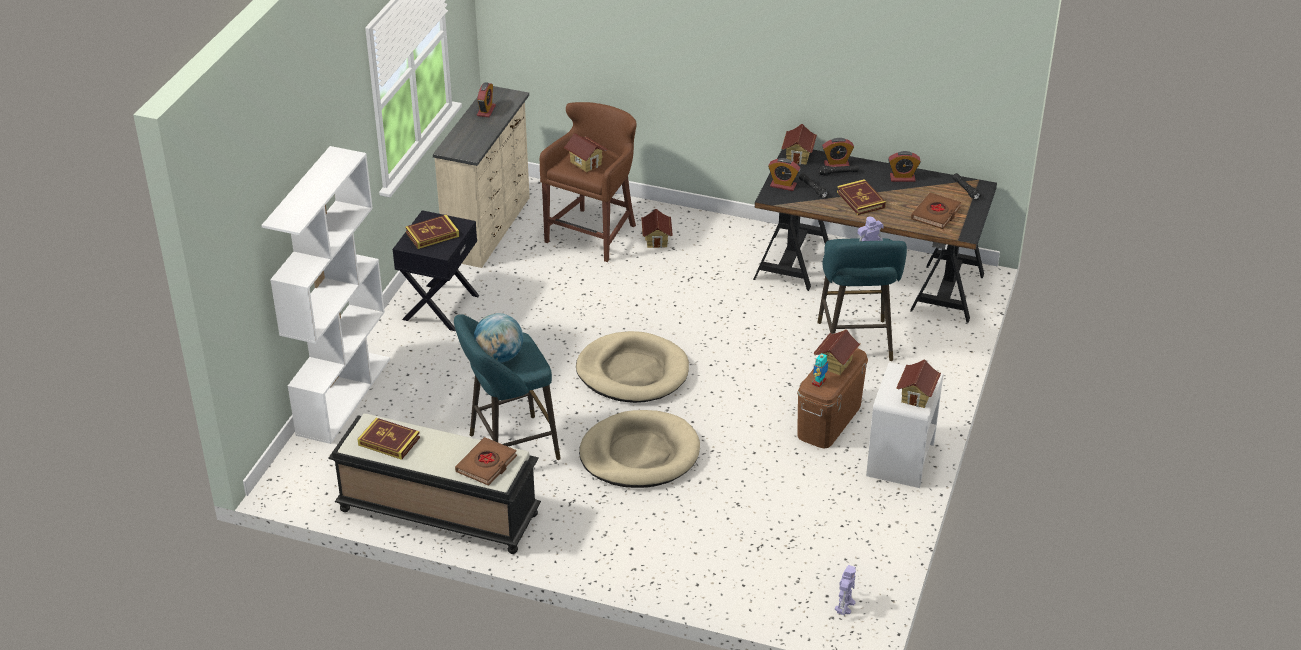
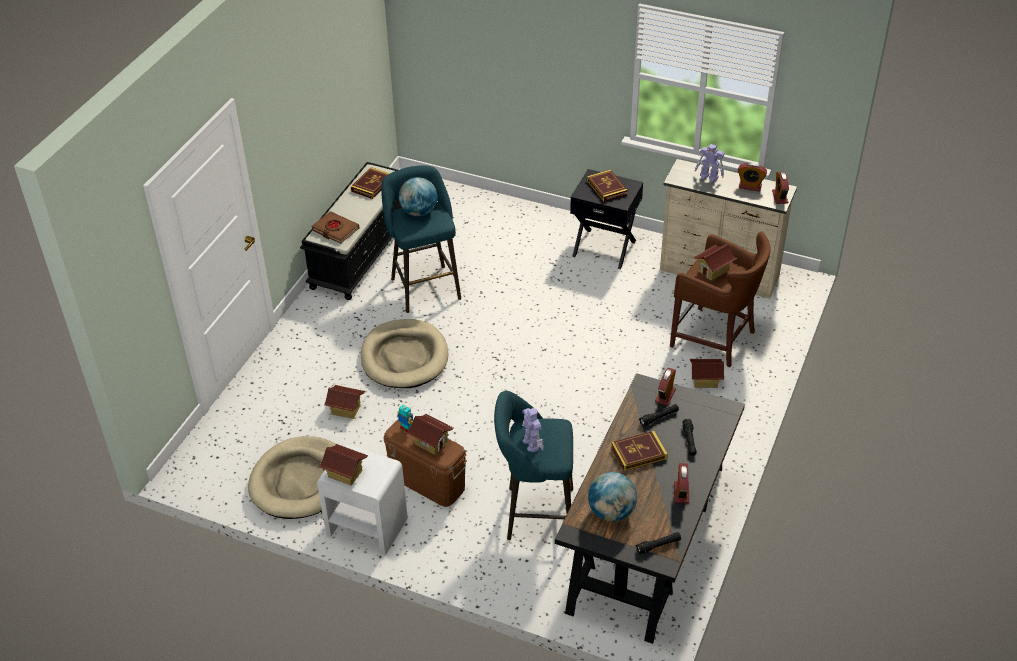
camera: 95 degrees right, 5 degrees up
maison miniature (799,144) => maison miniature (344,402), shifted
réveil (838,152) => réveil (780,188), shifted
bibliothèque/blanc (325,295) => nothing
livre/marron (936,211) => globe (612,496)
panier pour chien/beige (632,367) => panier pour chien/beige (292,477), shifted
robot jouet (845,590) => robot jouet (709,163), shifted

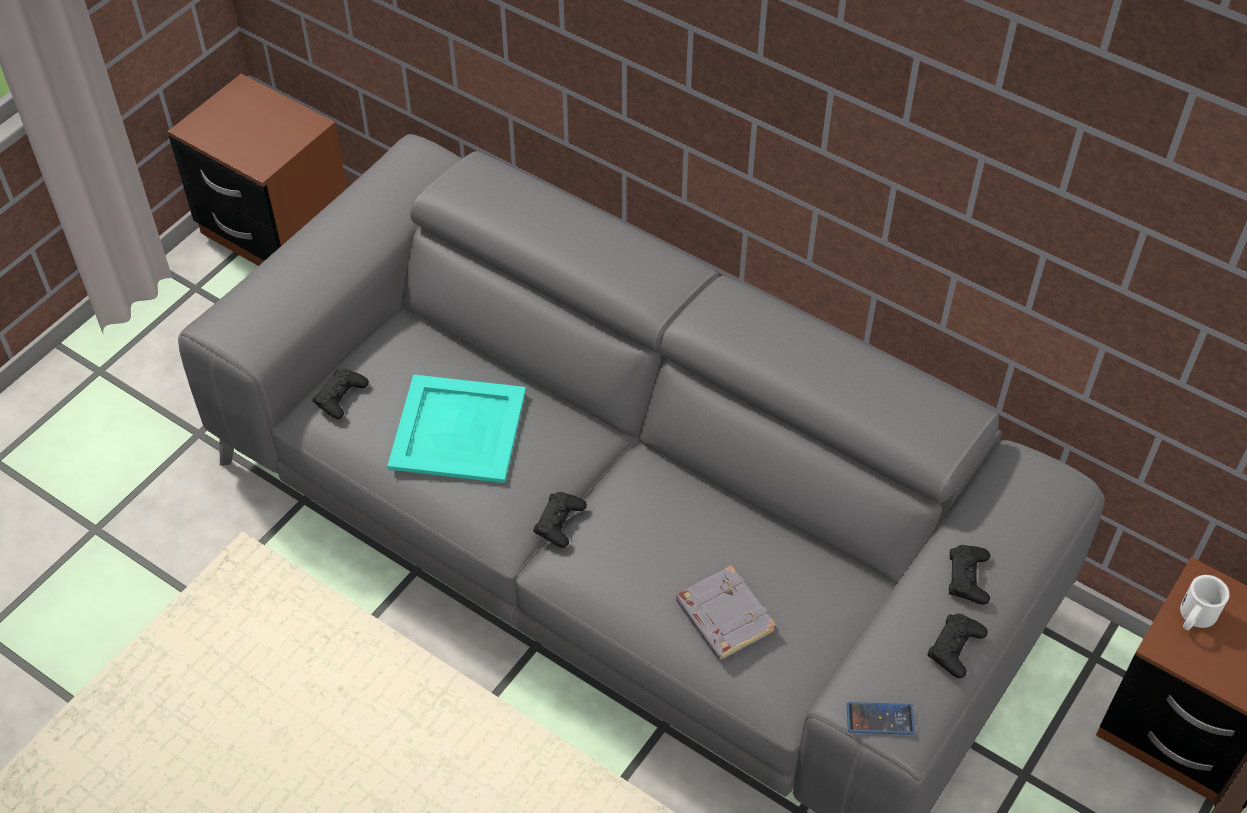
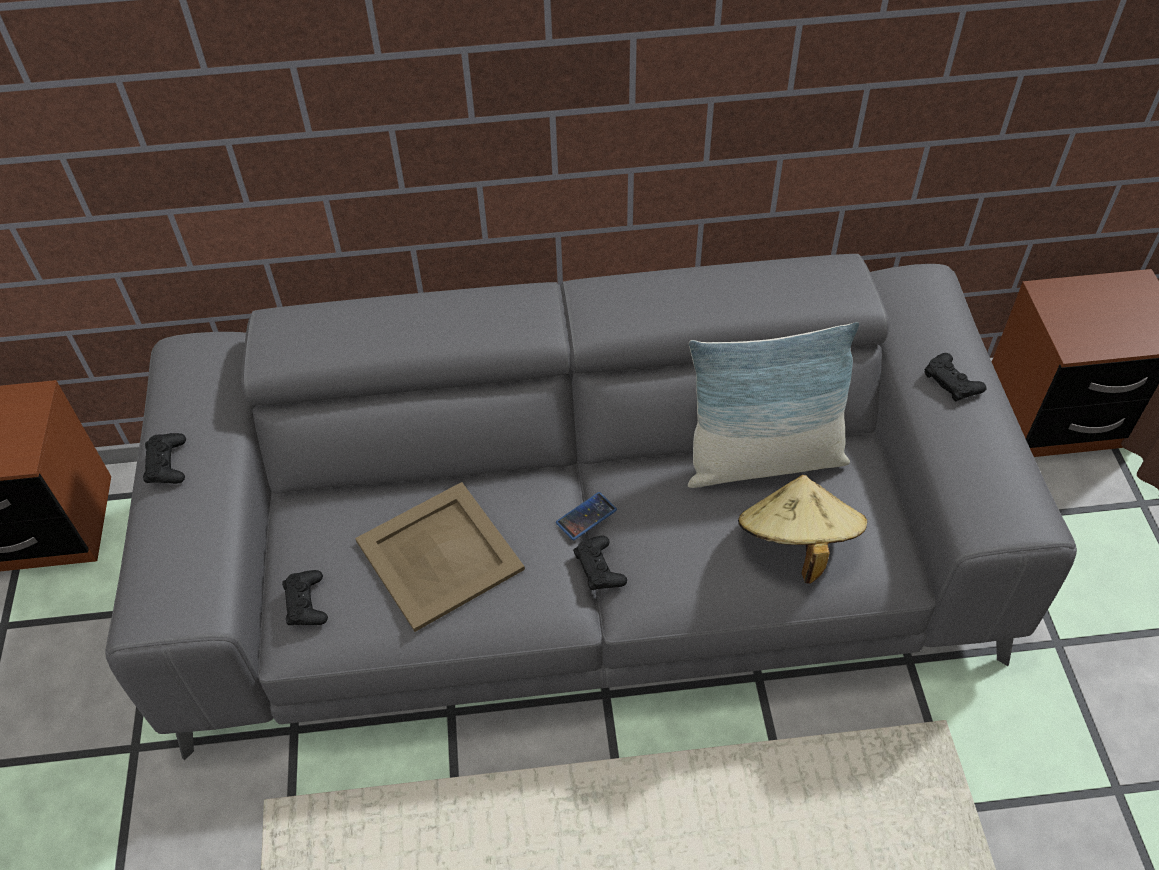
camera: 40 degrees left, 0 degrees up
plateau/turquoise (456,428) => plateau/beige (440,557)
livre/gris (726,612) => chapeau/beige (803,529)
mug/blanc (1205,603) => nothing
manette/noir (958,646) => manette/noir (164,458), shifted
téléphone (880,718) => téléphone (586,516), shifted
nothing => coussin (773,405)

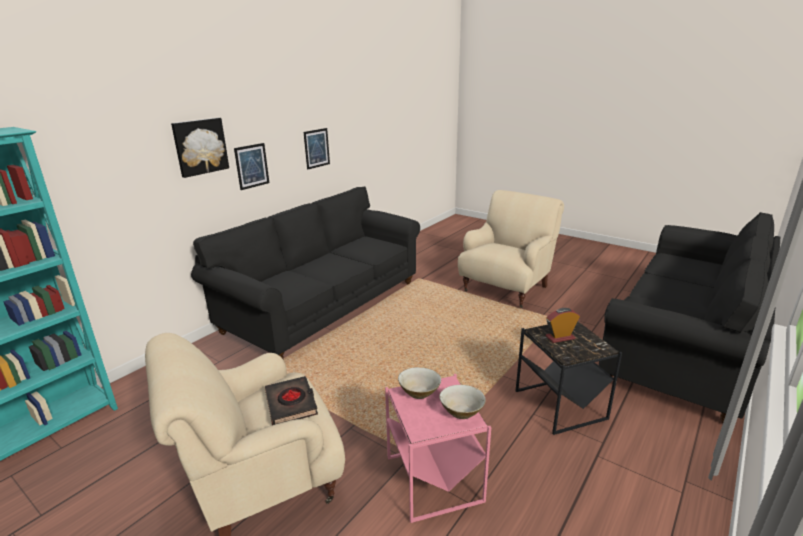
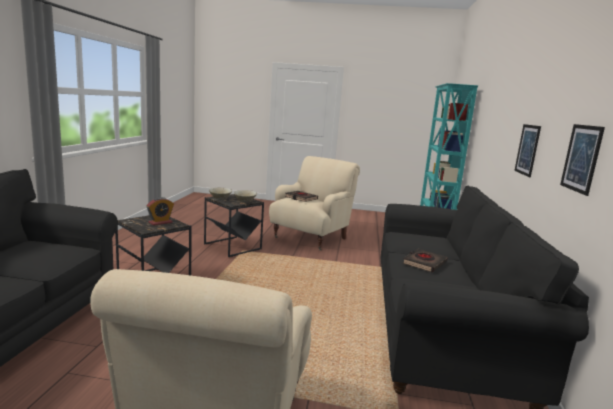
camera: 150 degrees right, 10 degrees down
tableau (200,148) => nothing
table d'appoint/rose (438,448) => table d'appoint/noir (234,225)
nothing => livre/noir (425,260)

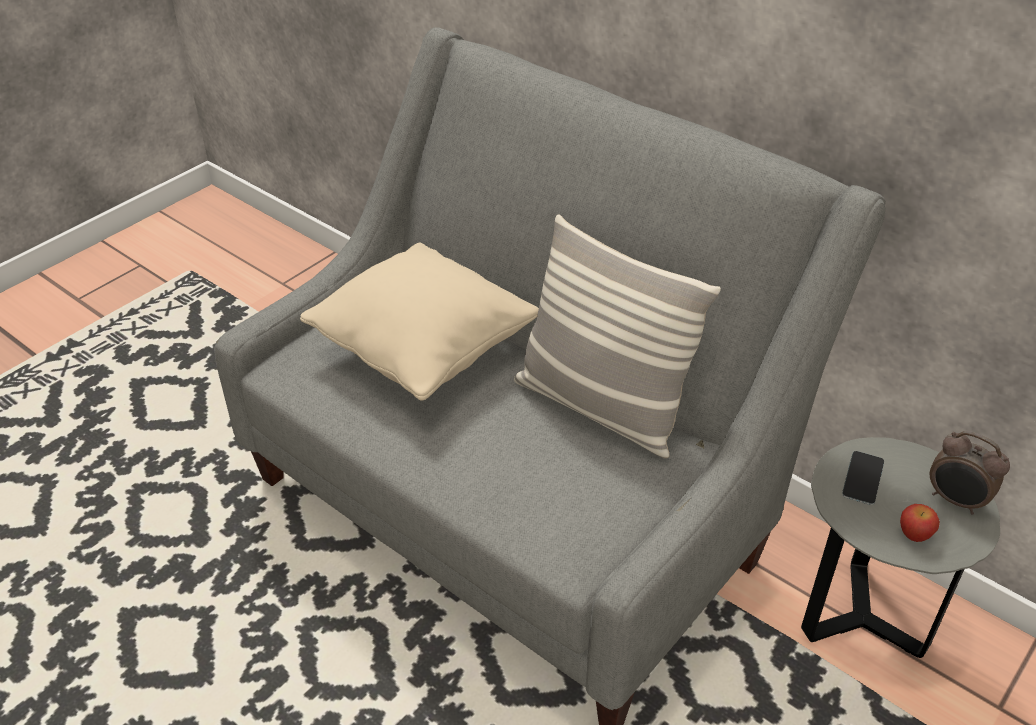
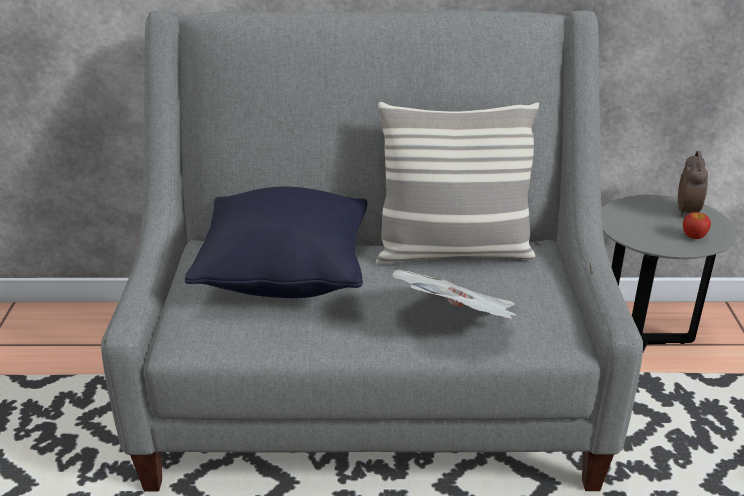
camera: 40 degrees left, 10 degrees down
coussin/beige (419,321) => coussin/noir (276,242)
réveil (970,472) => réveil (693,184), 75 degrees counterclockwise
téléphone (863,478) => nothing
nothing => journal (454,294)

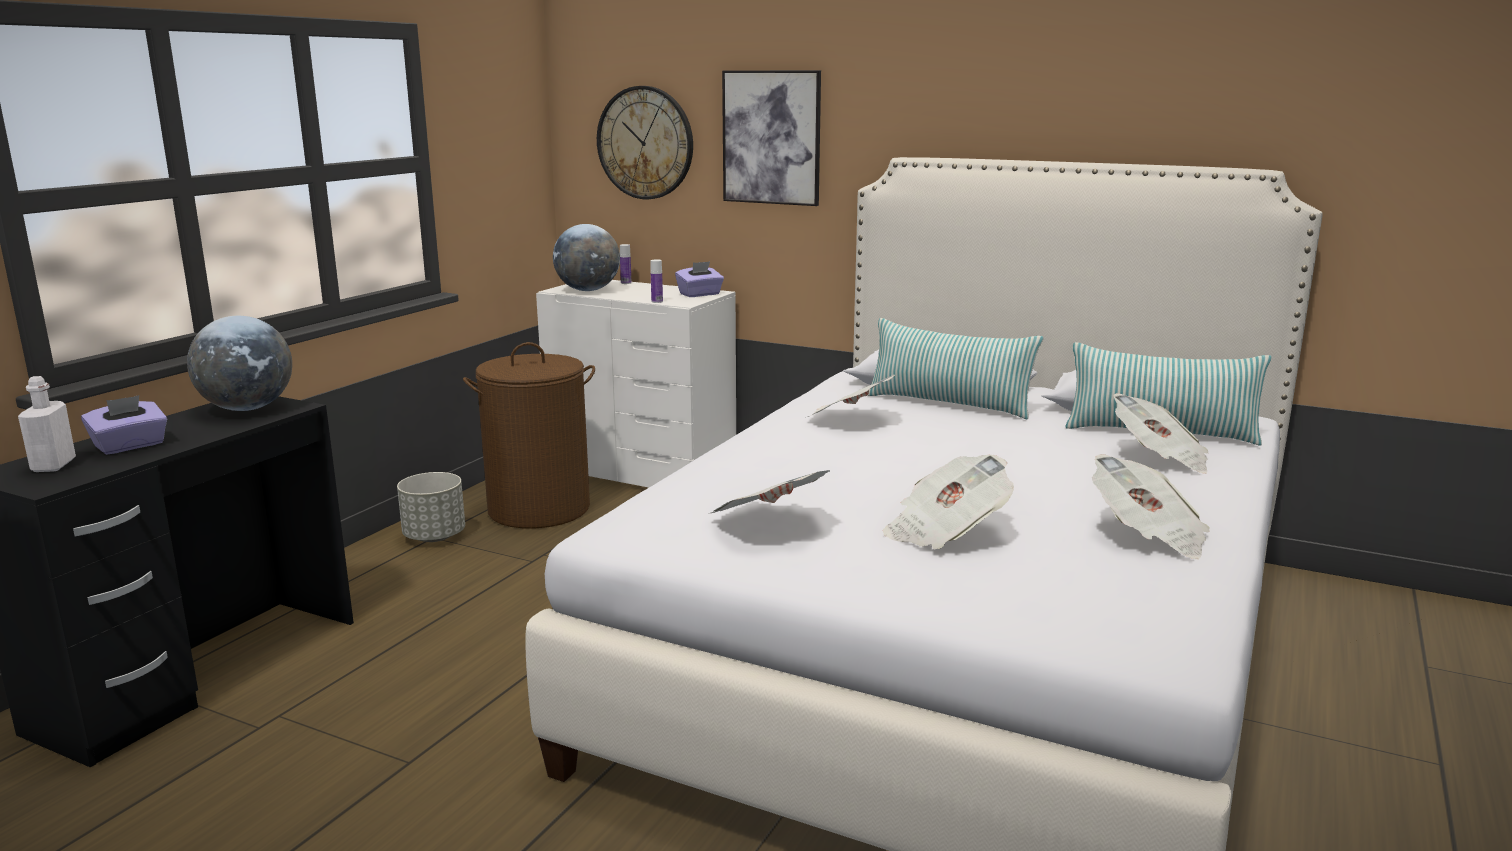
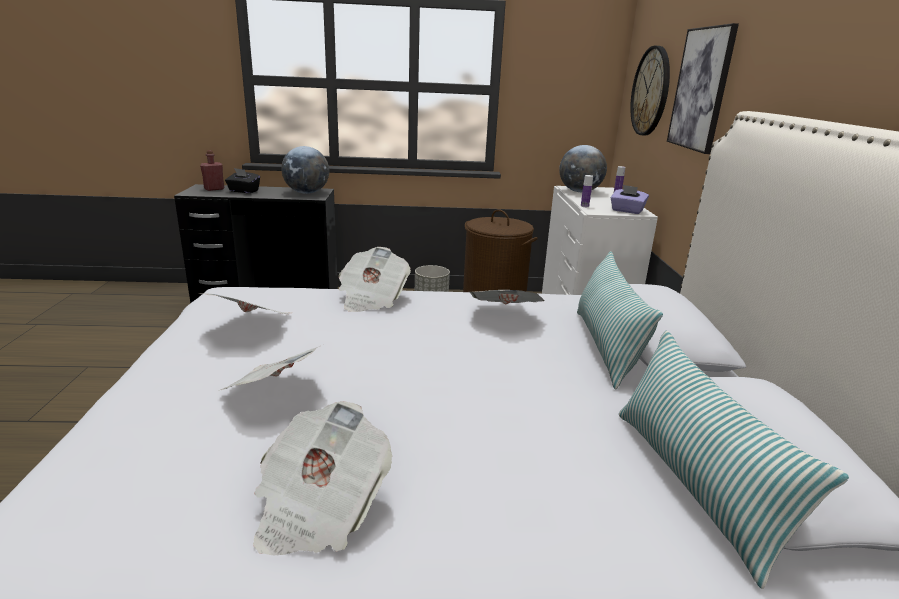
camera: 60 degrees right, 5 degrees up
bouteille/blanc (47,424) => bouteille/rouge (212,170)
journal (1160,433) => journal (375,279), shifted
boîte à mouchoirs/violet (124,425) => boîte à mouchoirs/noir (242,180)

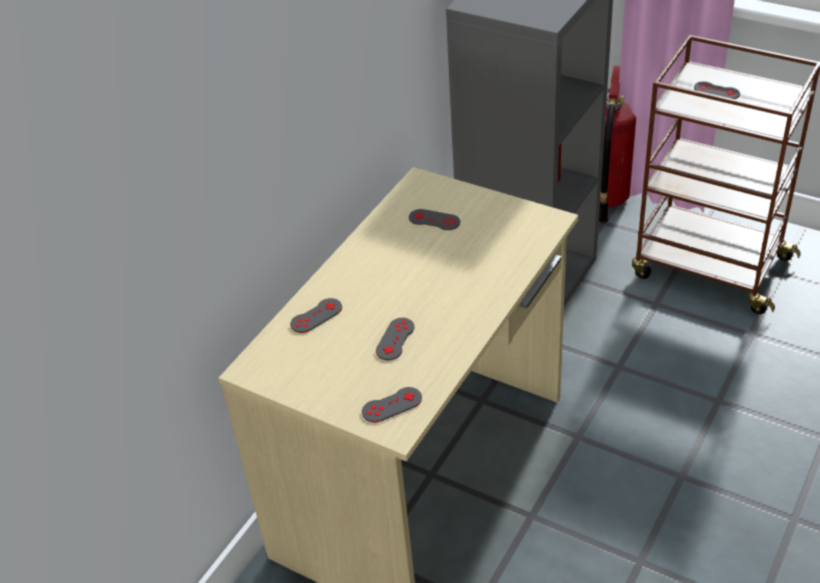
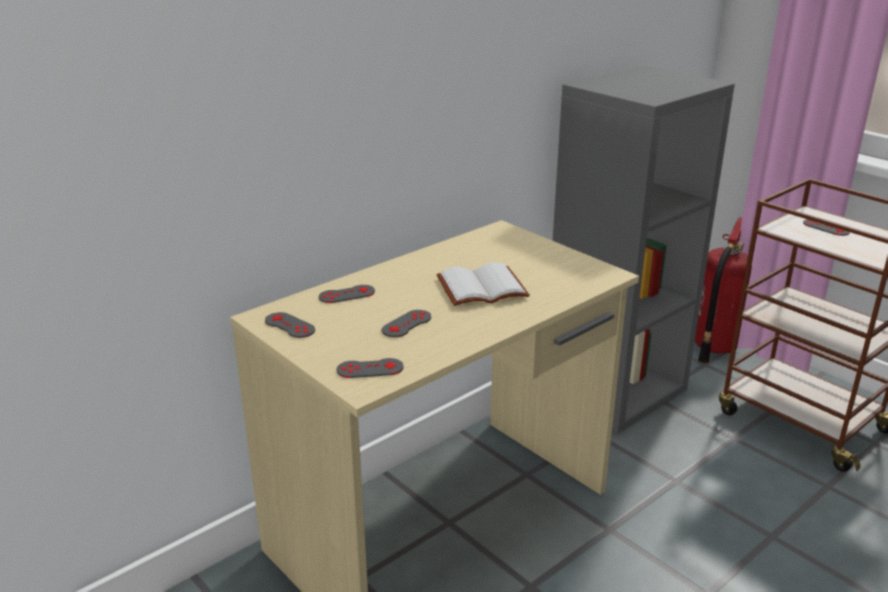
camera: 15 degrees right, 15 degrees down
manette/gris (434,219) => manette/gris (290,325), shifted
nothing => livre/blanc (483,284)

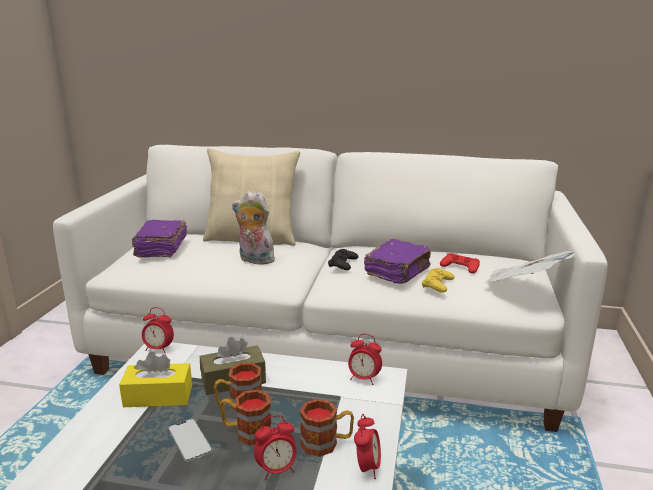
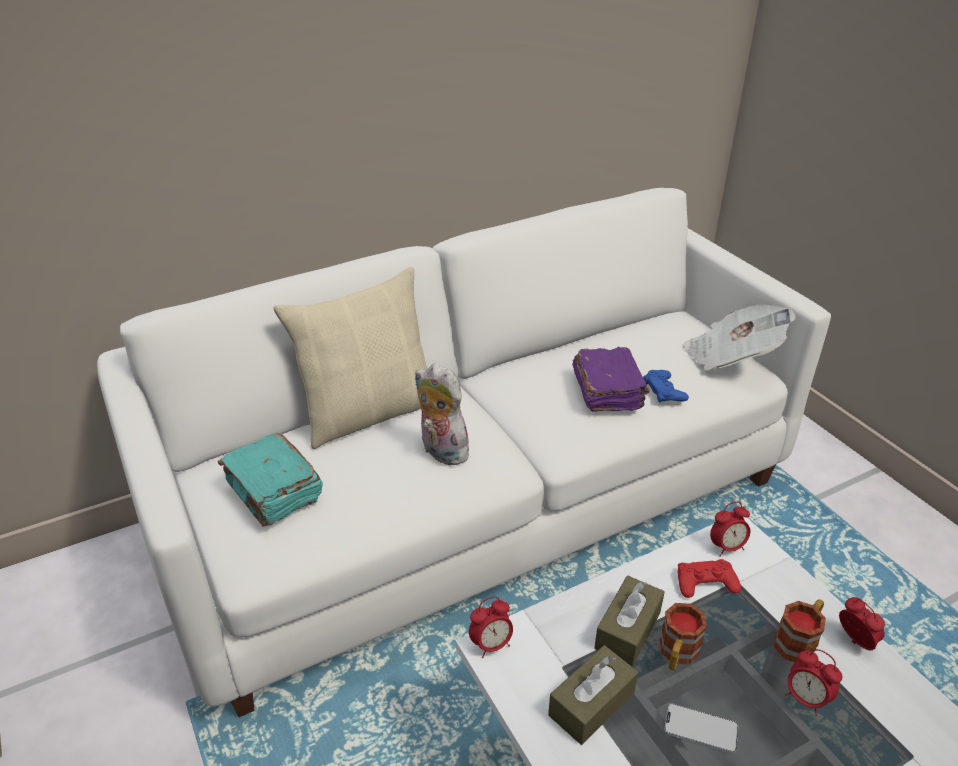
camera: 40 degrees left, 15 degrees up
peluche (253,228) => peluche (442,414), 60 degrees clockwise
livre/violet (159,238) => livre/turquoise (270,480)
manette/noir (343,259) => nothing
manette/rouge (460,263) => manette/rouge (709,578), shifted
manette/jaune (438,280) => manette/bleu (666,386)
boîte à mouchoirs/jaune (155,379) => boîte à mouchoirs/marron (593,695)
mug (245,418) => nothing
réveil (275,447) => réveil (813,682), 105 degrees clockwise

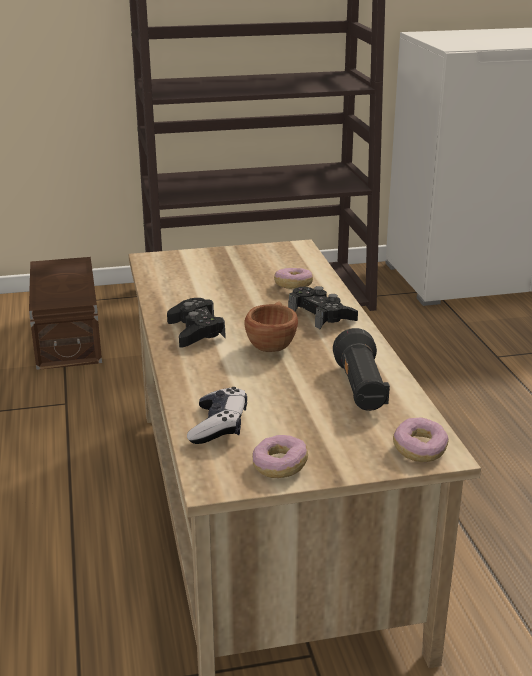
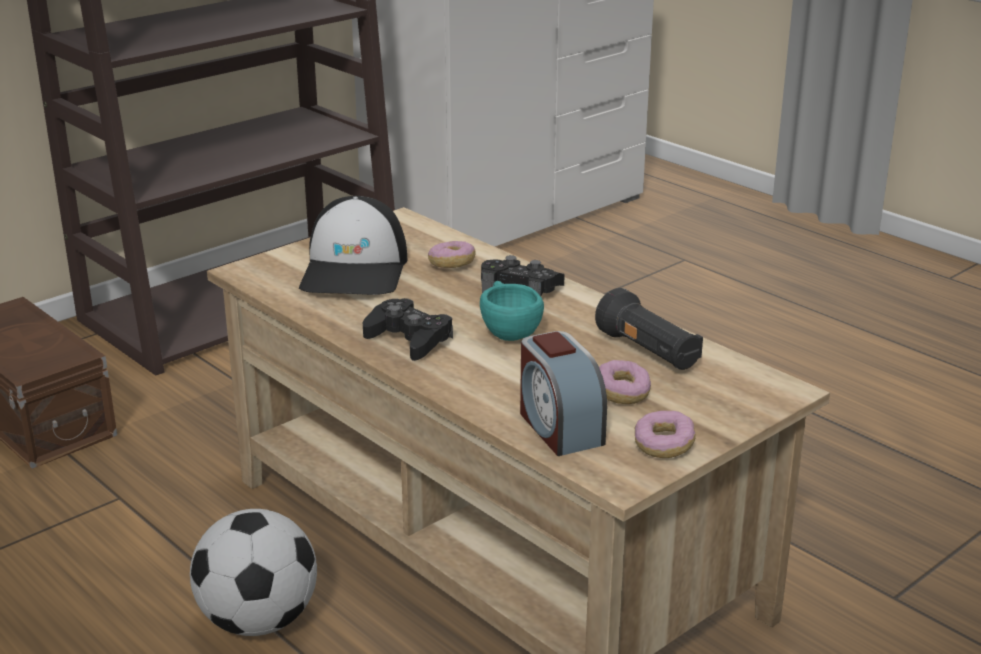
camera: 30 degrees left, 0 degrees up
tasse/marron (271,326) => tasse/turquoise (512,311)
manette (217,415) => réveil (563,393)
beignet (421,439) => beignet (625,382), shifted
nothing => casquette (353,245)
nothing => ballon de foot (253,572)

